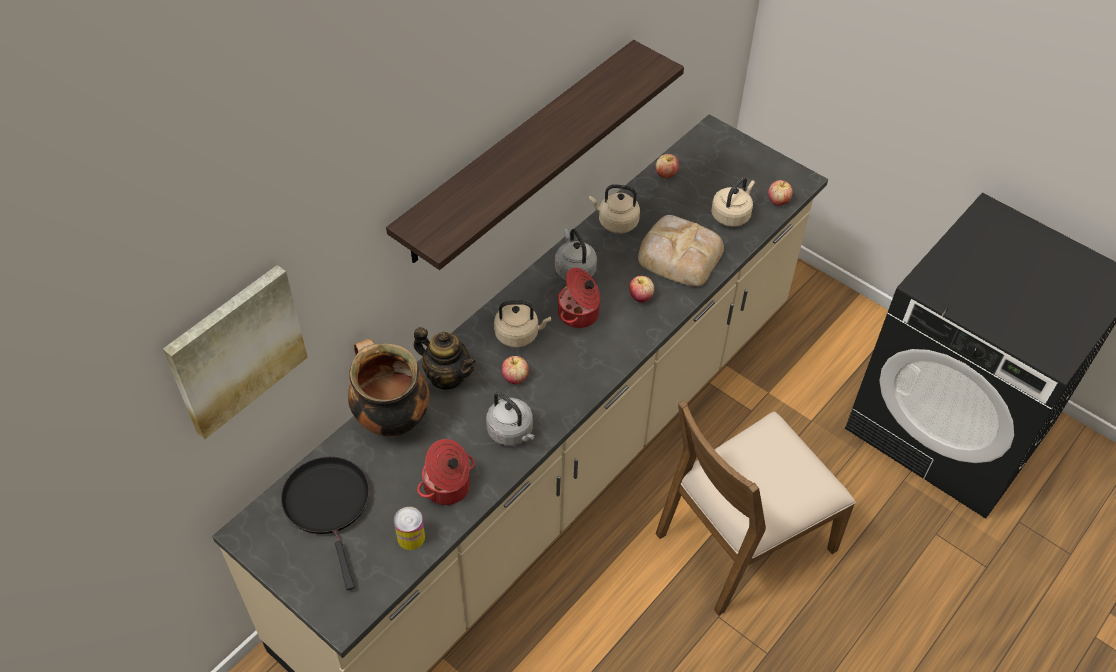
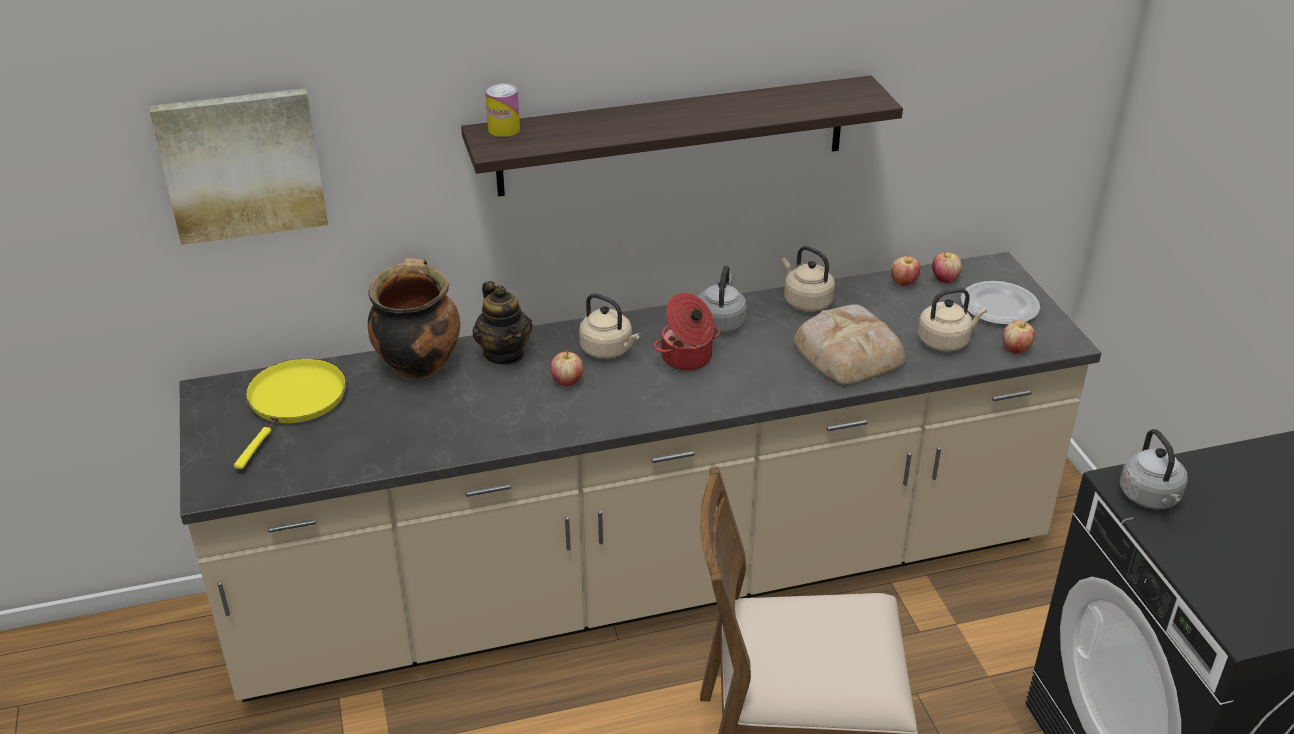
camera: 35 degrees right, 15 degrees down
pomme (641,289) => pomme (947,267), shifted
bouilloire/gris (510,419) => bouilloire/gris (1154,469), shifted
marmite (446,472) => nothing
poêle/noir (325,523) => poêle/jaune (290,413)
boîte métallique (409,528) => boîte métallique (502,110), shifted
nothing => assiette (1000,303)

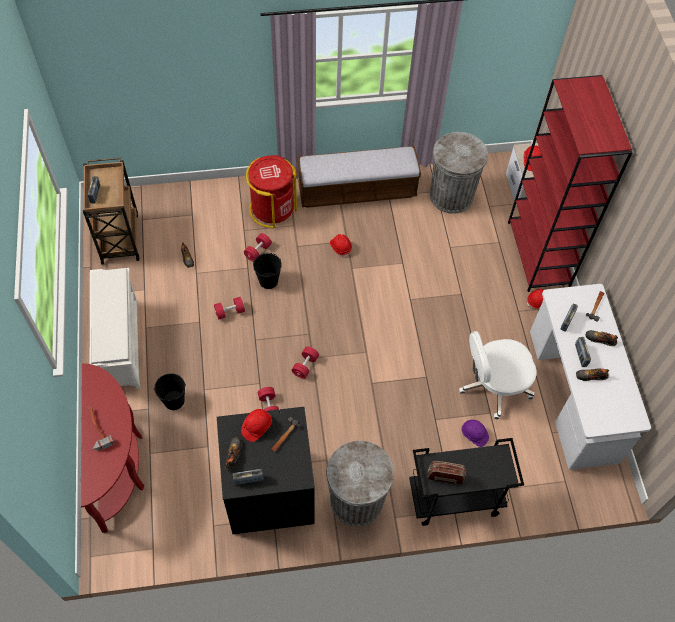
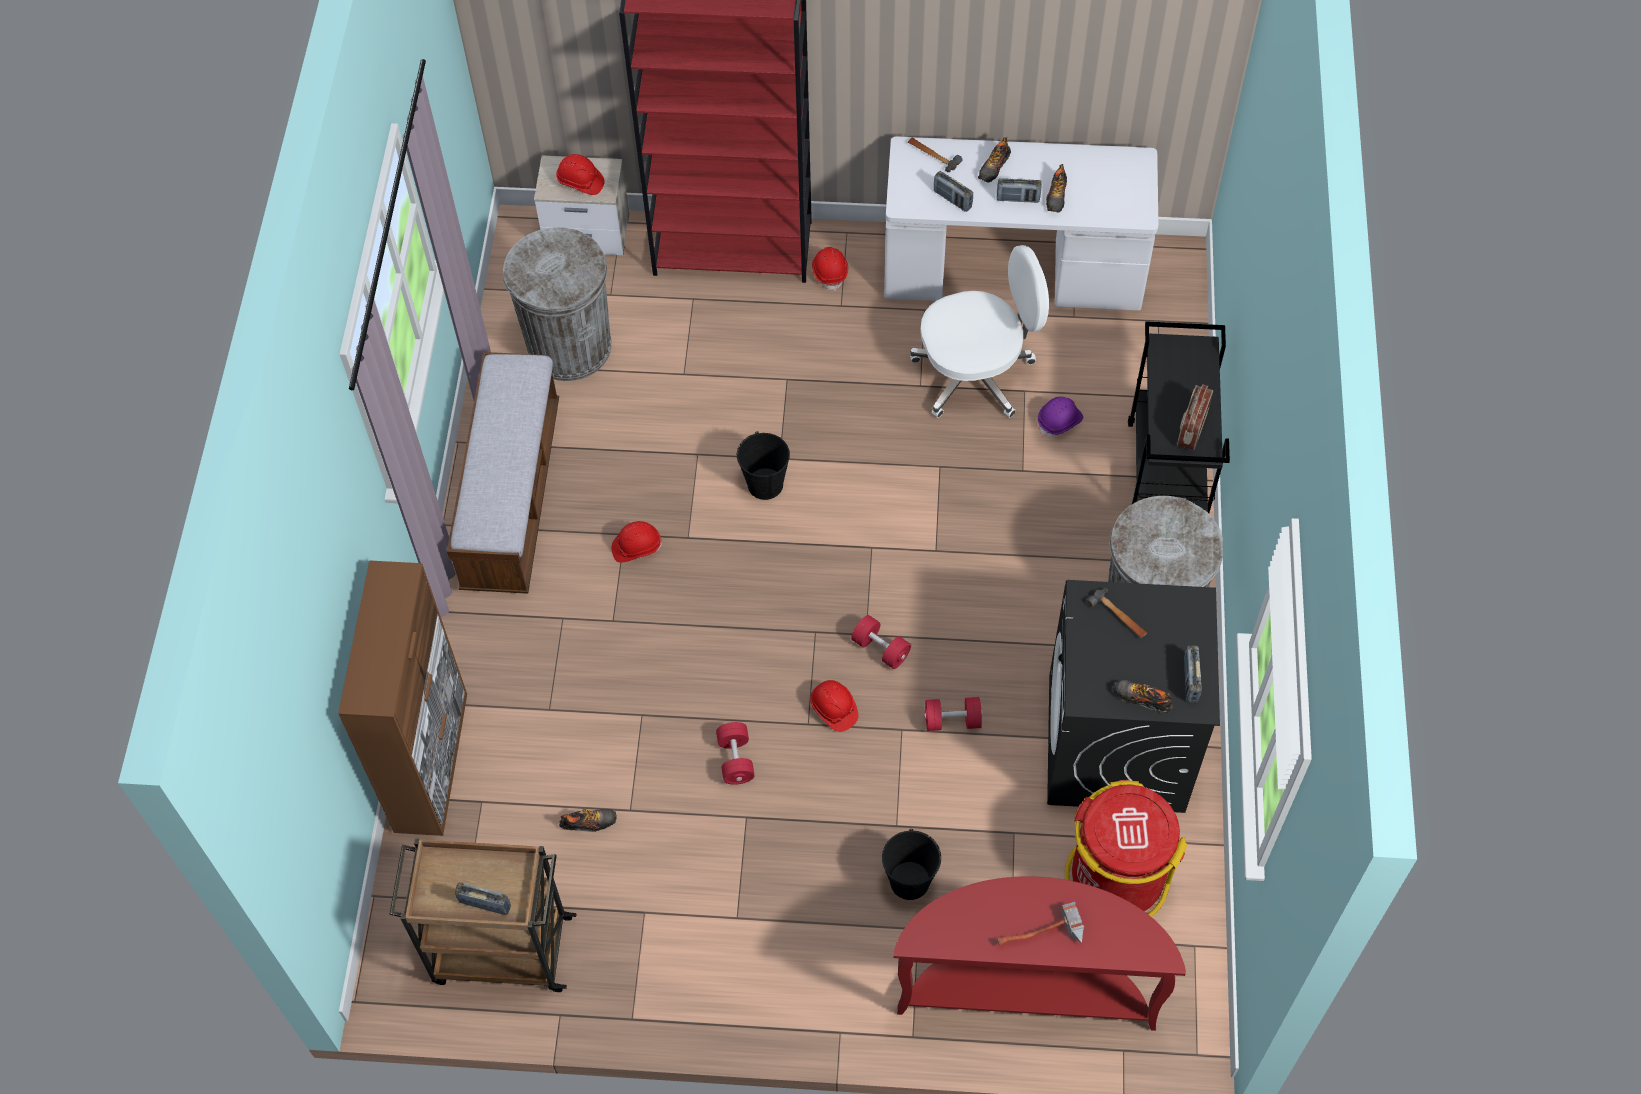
camera: 75 degrees left, 0 degrees up
poubelle/rouge (271,191) => poubelle/rouge (1126,848), shifted
haltère/rouge (258,247) => nothing
seau/noir (267,271) => seau/noir (763,465), shifted
étagère à chaussures/blanc (115,328) => nothing
chaise de bureau/blanc (498,375) => chaise de bureau/blanc (979,331), 105 degrees counterclockwise
casque de chantier/rouge (256,425) => casque de chantier/rouge (834,706), shifted
nothing => meuble de rangement/marron (402,698)

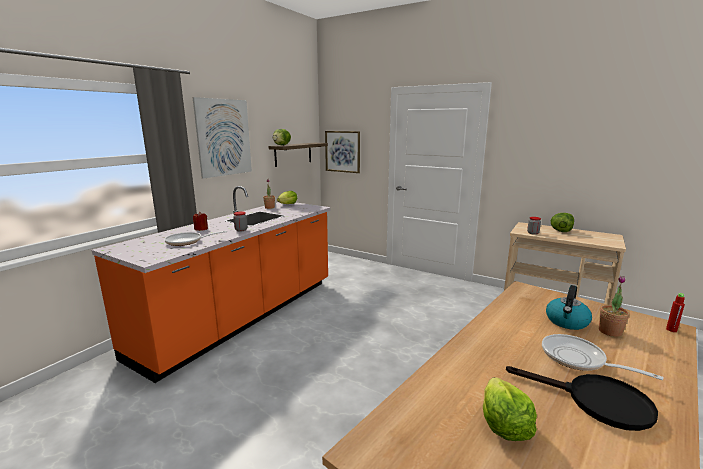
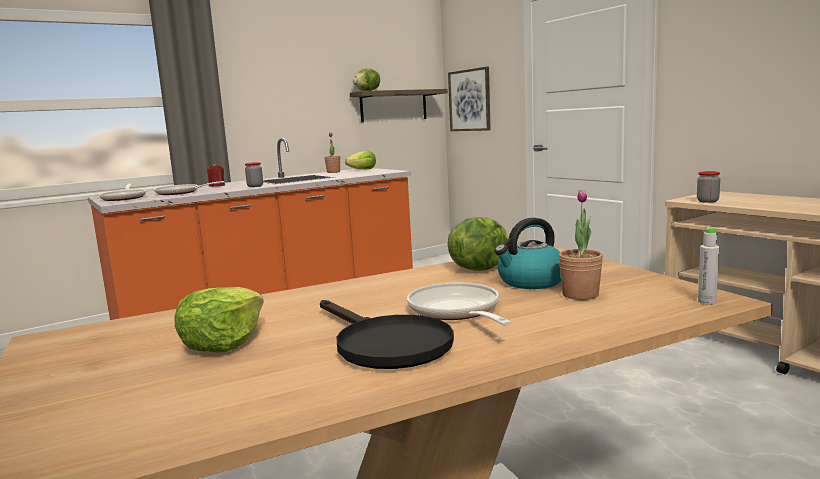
camera: 25 degrees right, 5 degrees down
tableau (222,138) => nothing
laitue (562,222) => laitue (478,244), shifted
bouteille/rouge (675,312) => bouteille/gris (708,266)
nothing => poêle (122,192)

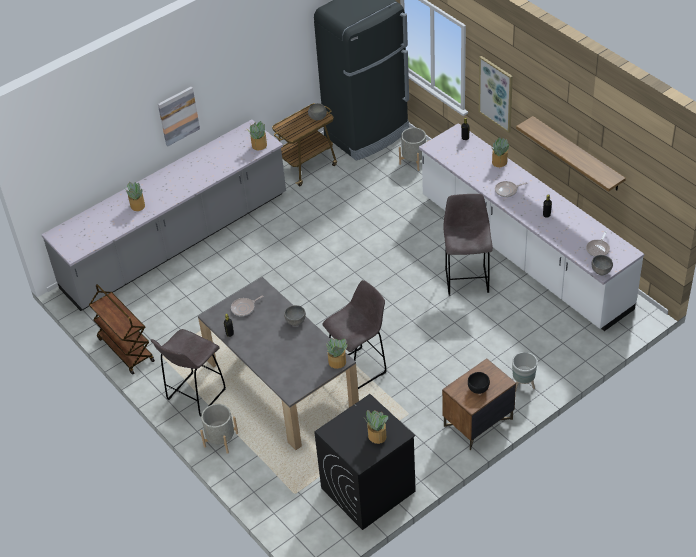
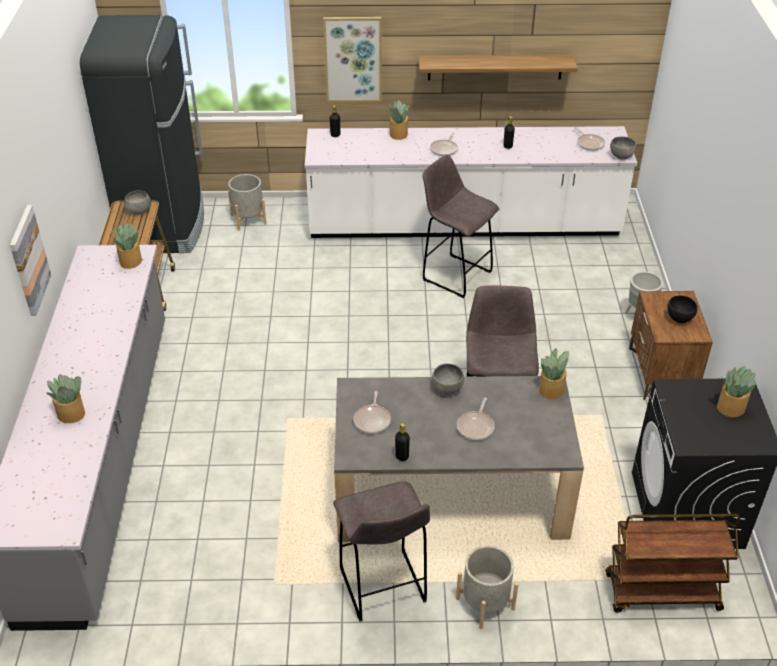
camera: 55 degrees left, 5 degrees down
chariot/marron (122,329) => chariot/marron (673,563), shifted
nothing => poêle (476,418)

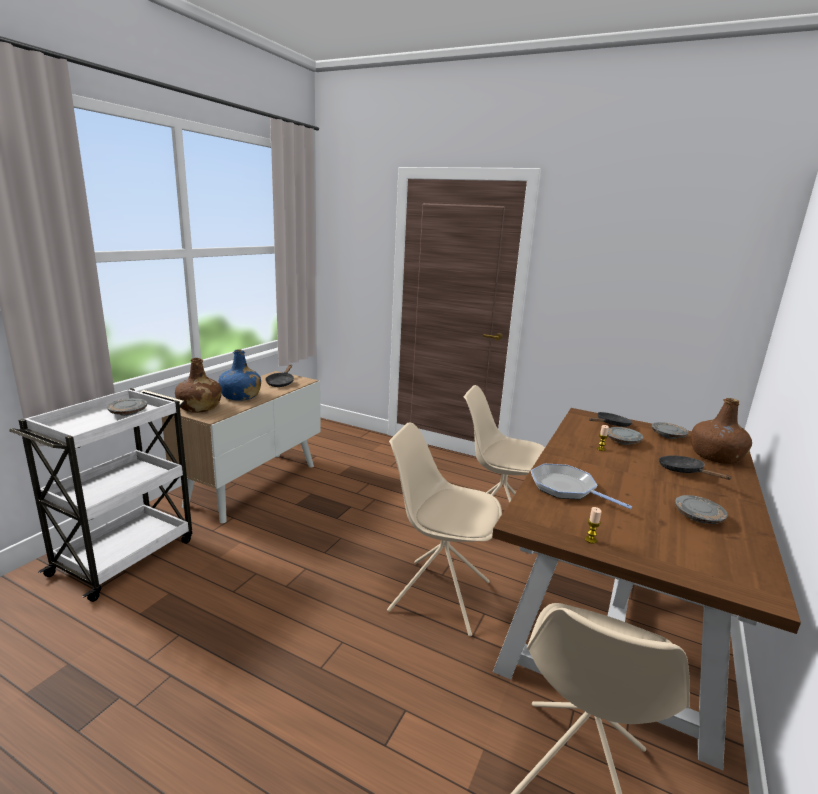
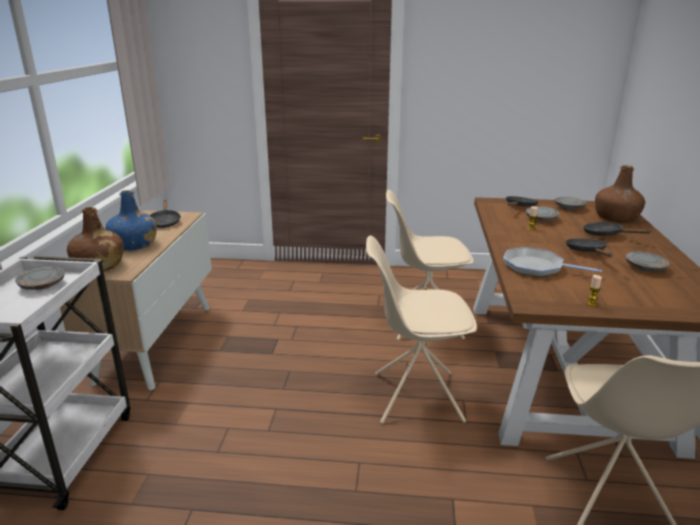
camera: 20 degrees left, 5 degrees up
nothing => poêle/noir (589,247)

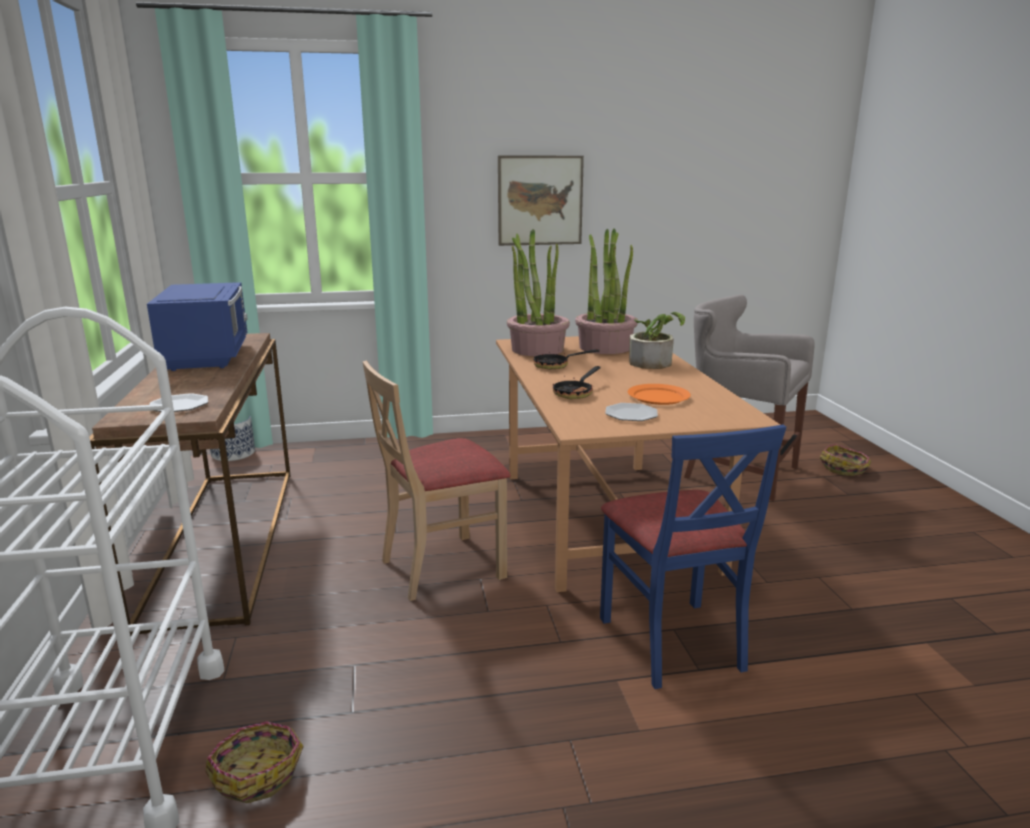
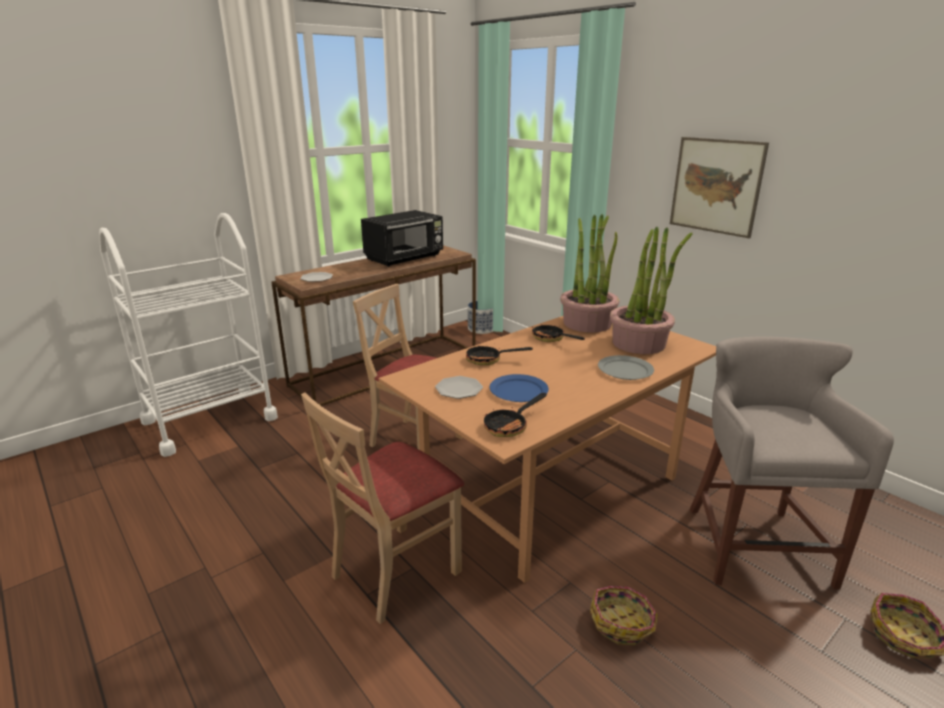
camera: 60 degrees right, 5 degrees up
micro-ondes/bleu (197,326) => micro-ondes/noir (402,238)
plante en pot (657,340) => assiette/gris (626,367)
assiette/orange (659,394) => assiette/bleu (519,388)
chaise/bleu (693,556) => chaise/beige (382,508)
panier (255,762) => panier (624,615), shifted
nothing => poêle (515,415)

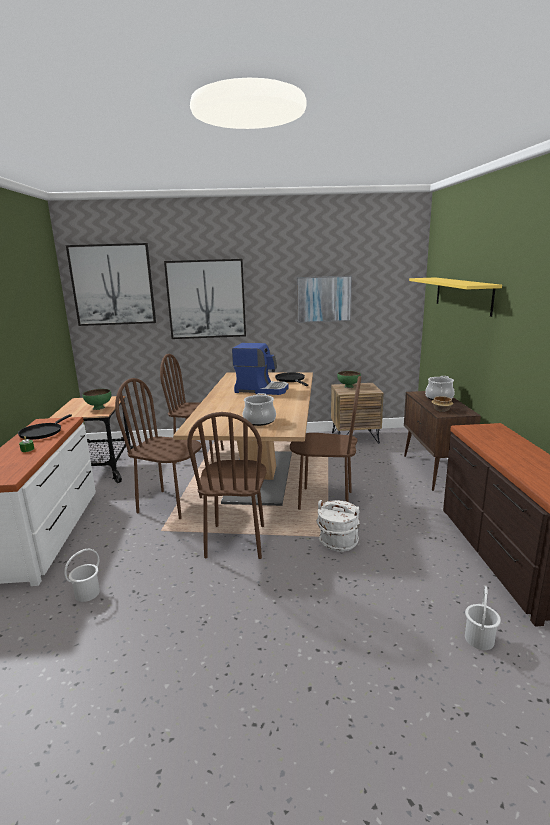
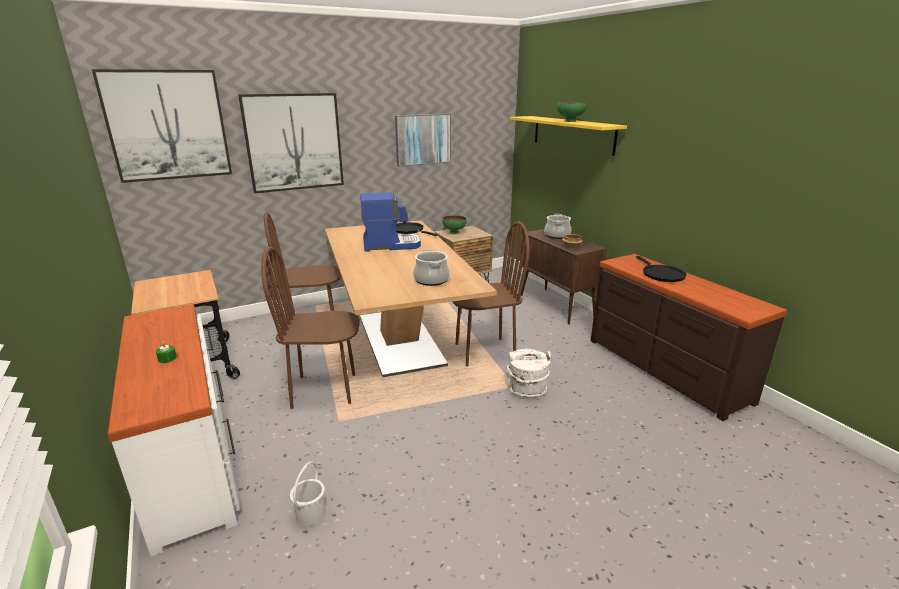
camera: 25 degrees left, 5 degrees up
bol/vert (97,399) => bol/vert (572,112), shifted
chaise/marron (227,485) => nothing
poêle/noir (45,427) => poêle/noir (661,269), shifted
seau/blanc (483,618) => nothing

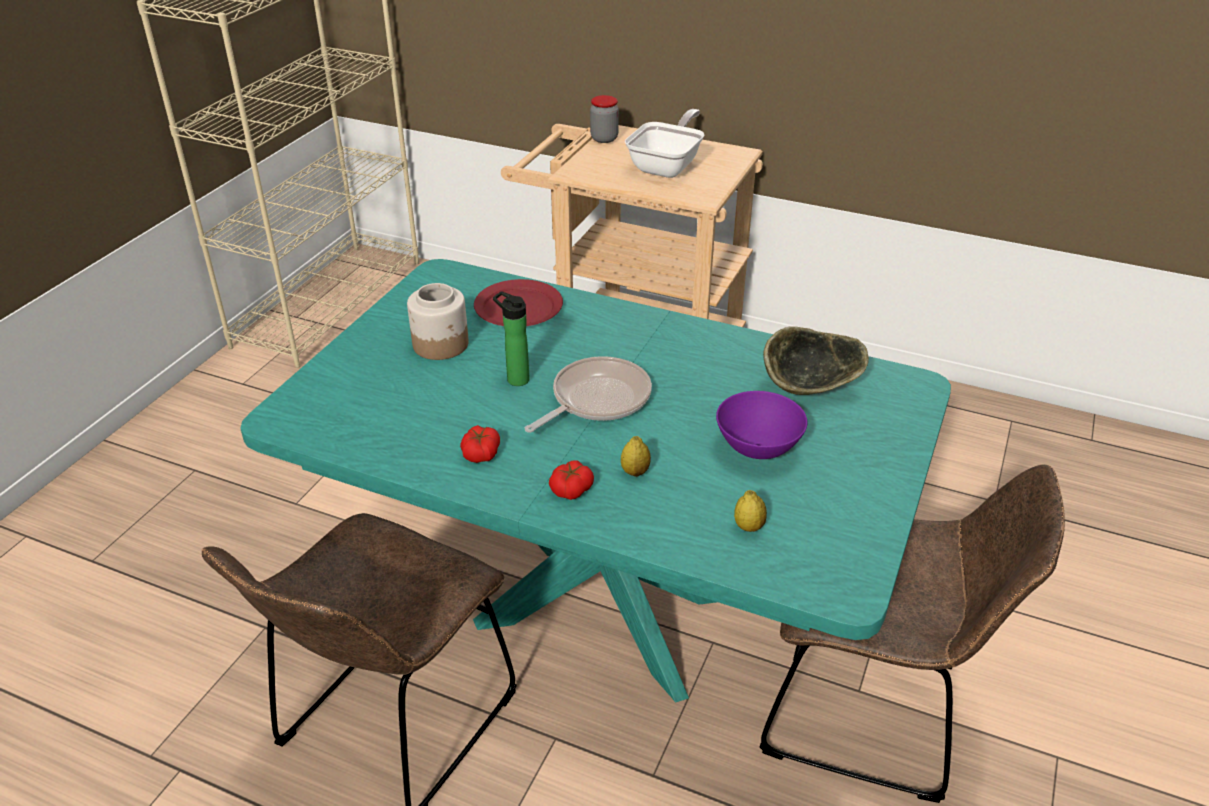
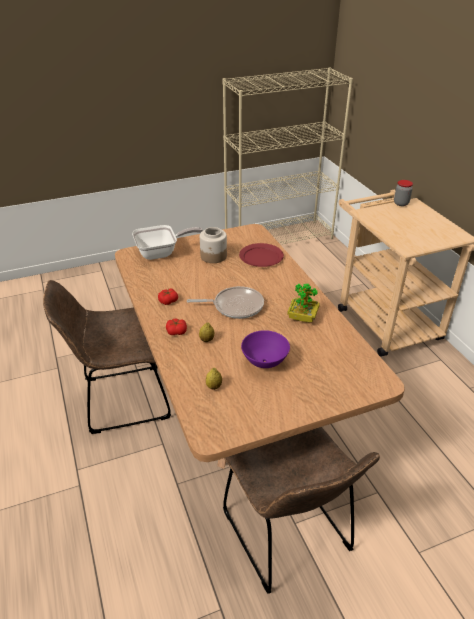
camera: 45 degrees right, 0 degrees up
poêle (664,143) => poêle (167,242), shifted
table à manger/turquoise (595,480) => table à manger/marron (260,346)
bouteille (511,338) => nothing
bol (816,360) => nothing
nothing => plante en pot (303,303)

